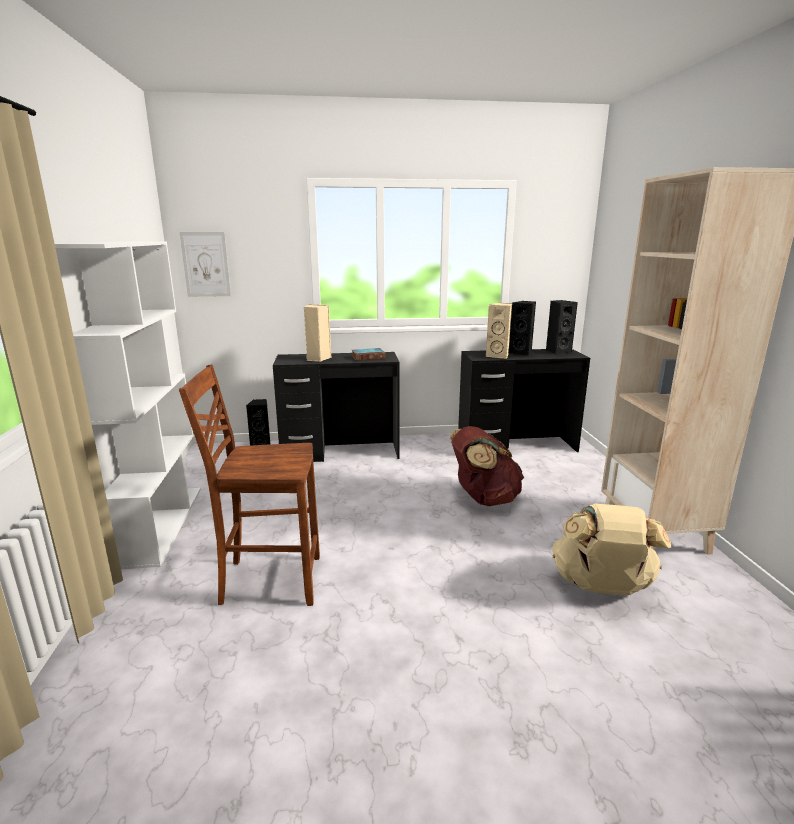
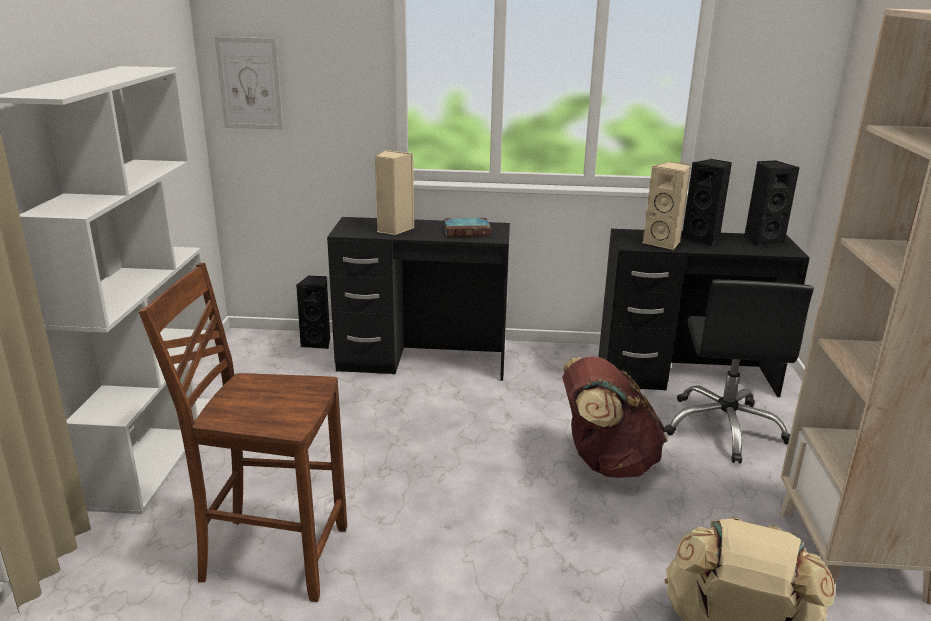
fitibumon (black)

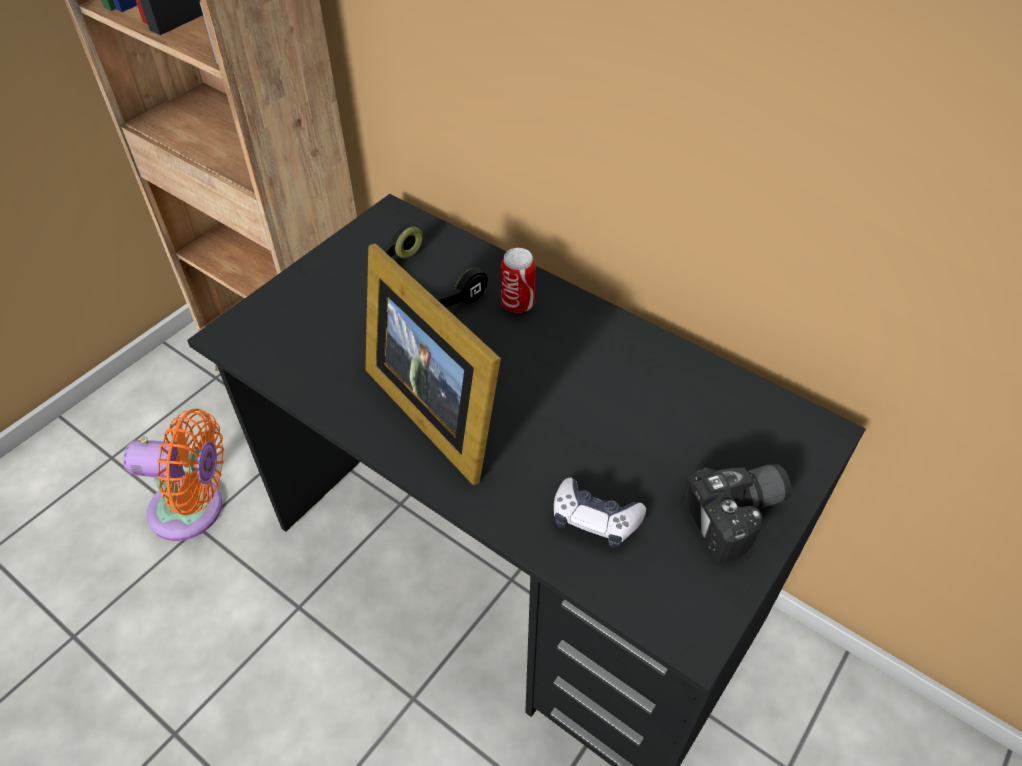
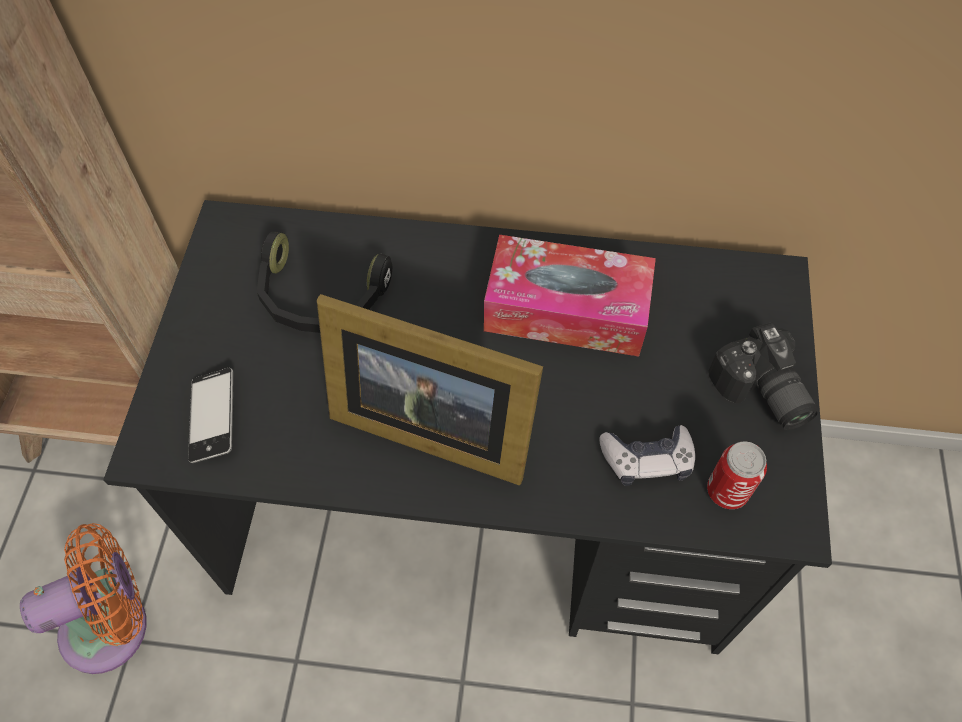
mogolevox
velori
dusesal
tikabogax

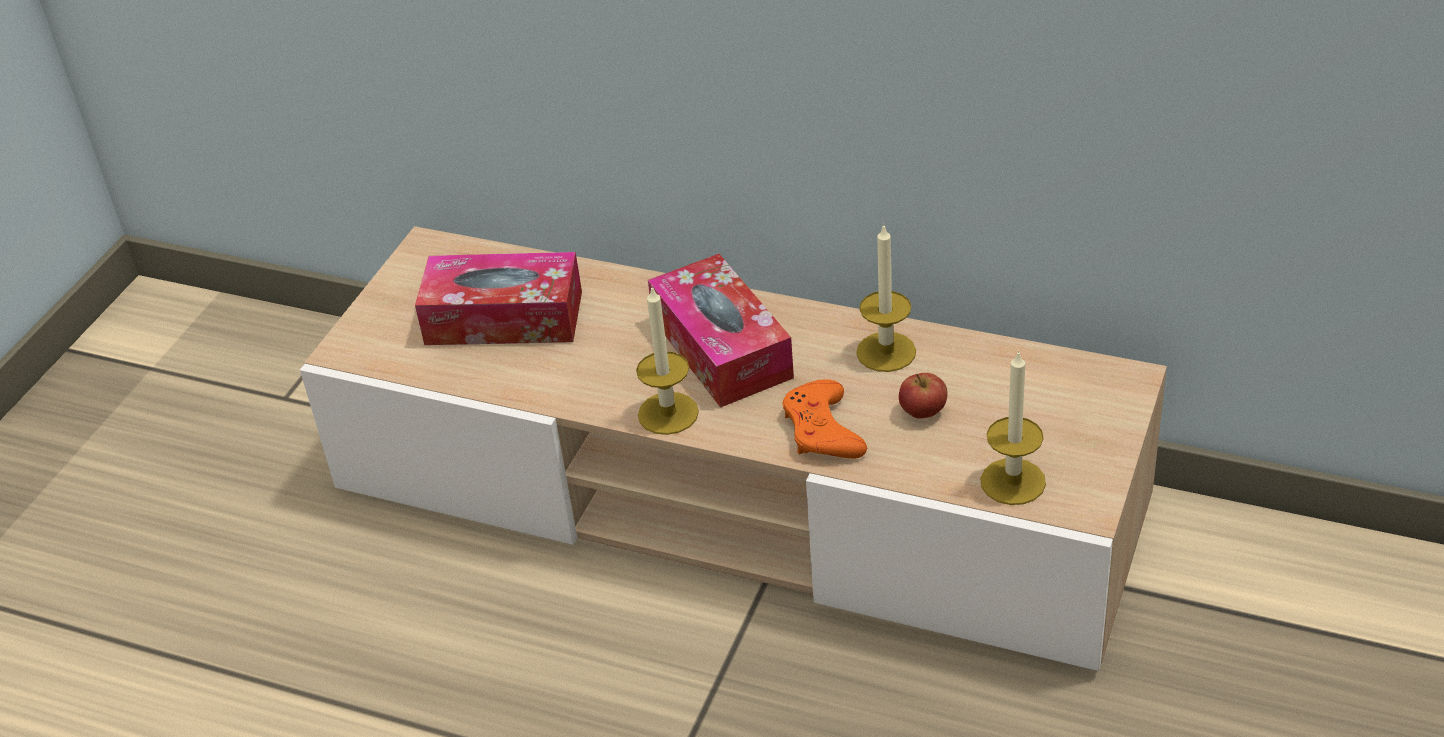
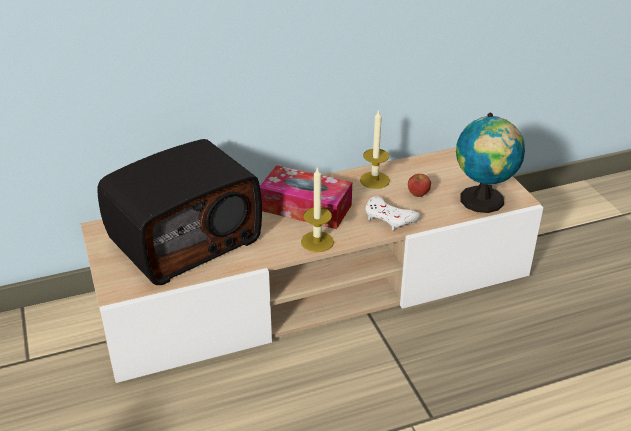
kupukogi
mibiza
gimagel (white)

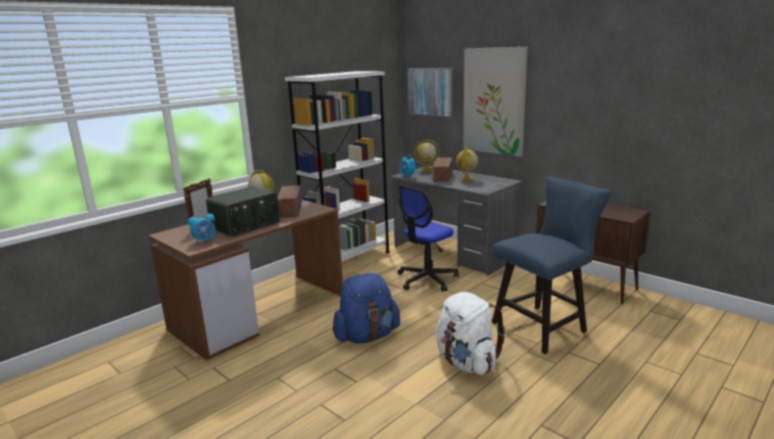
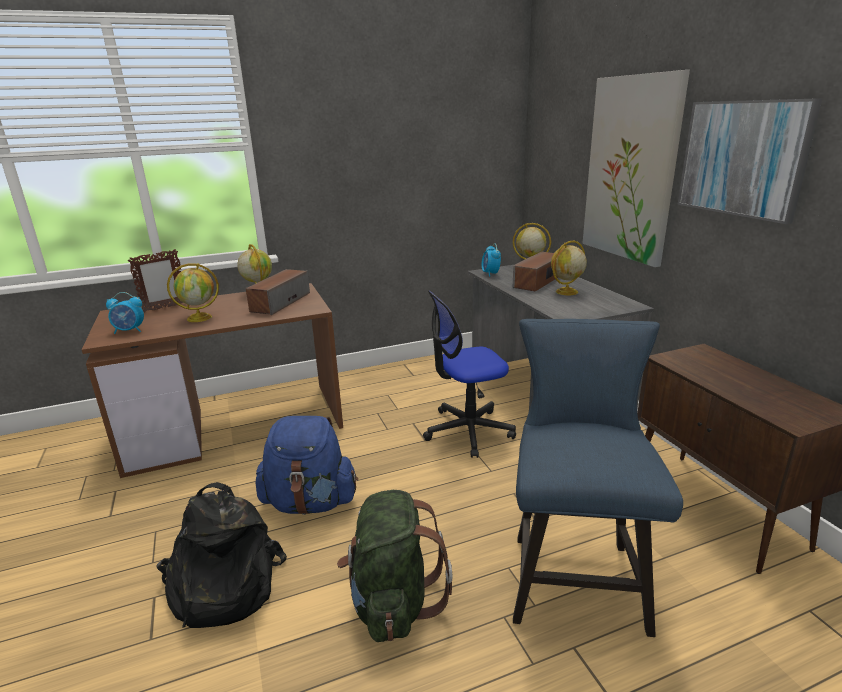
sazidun (2nd from left)
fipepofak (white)
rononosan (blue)
mibiza (1st from left)
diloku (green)
diloku (black)

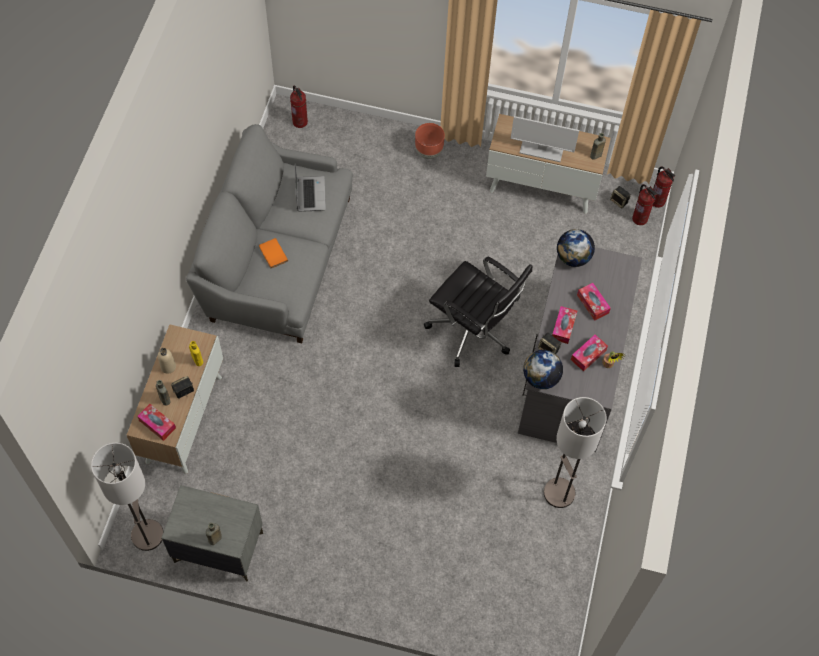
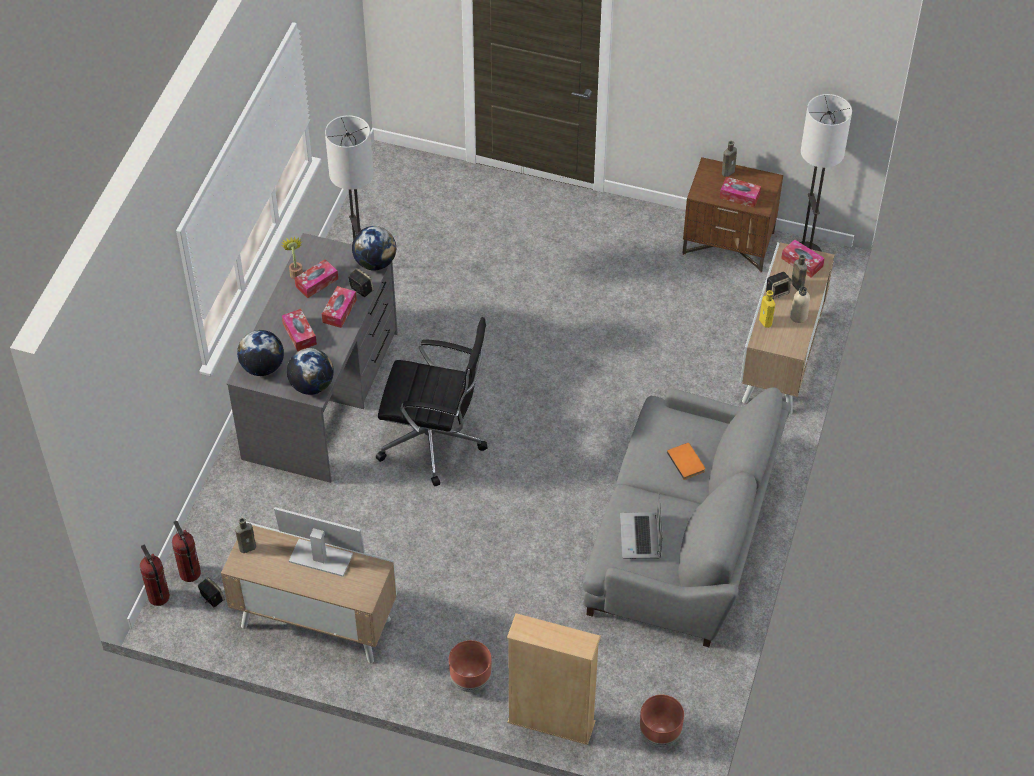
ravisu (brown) (2nd from left)
fitibumon (black)
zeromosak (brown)
dusesal (4th from left)
mibiza (1st from left)
fipepofak (beige)

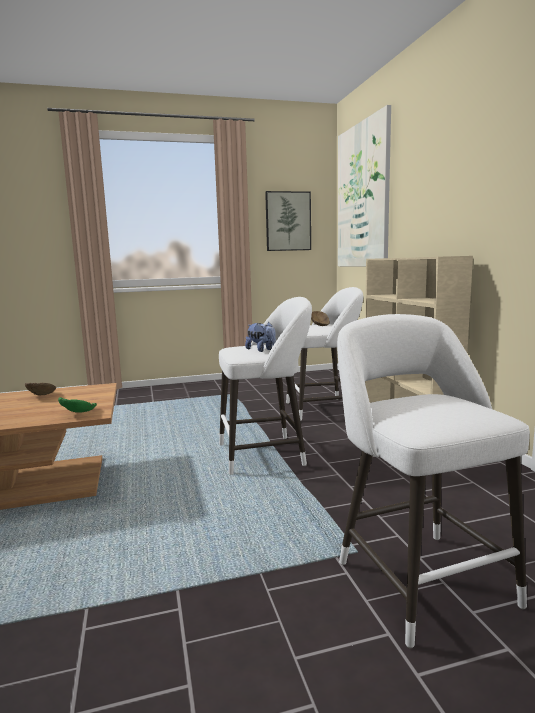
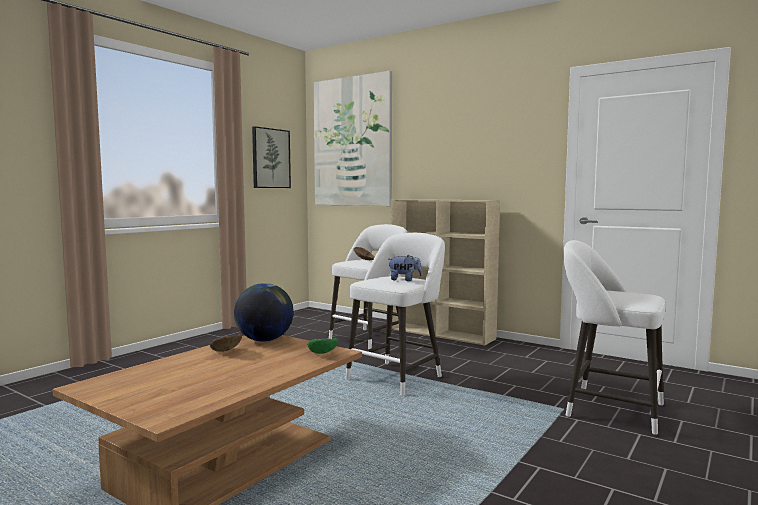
mibiza

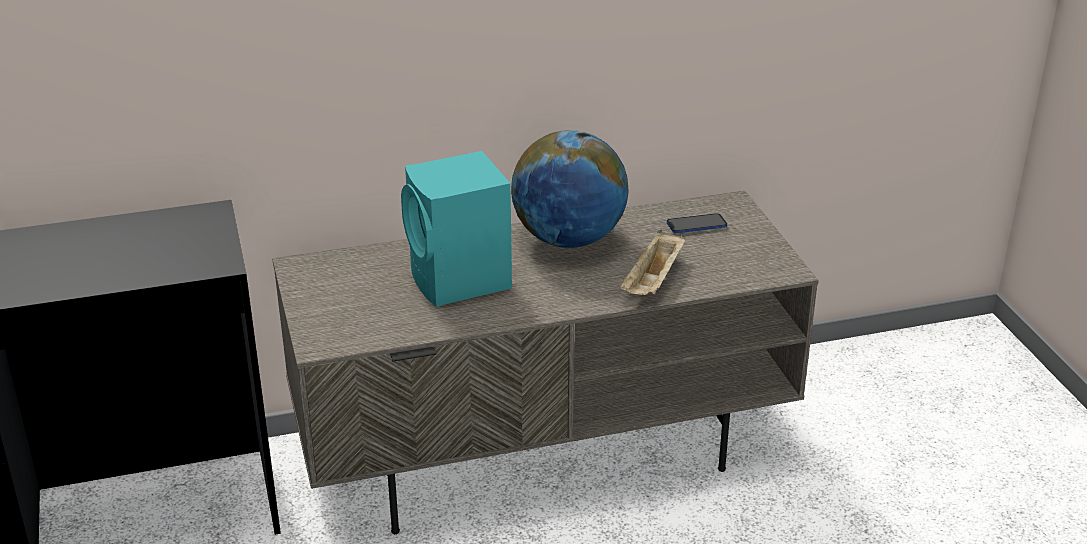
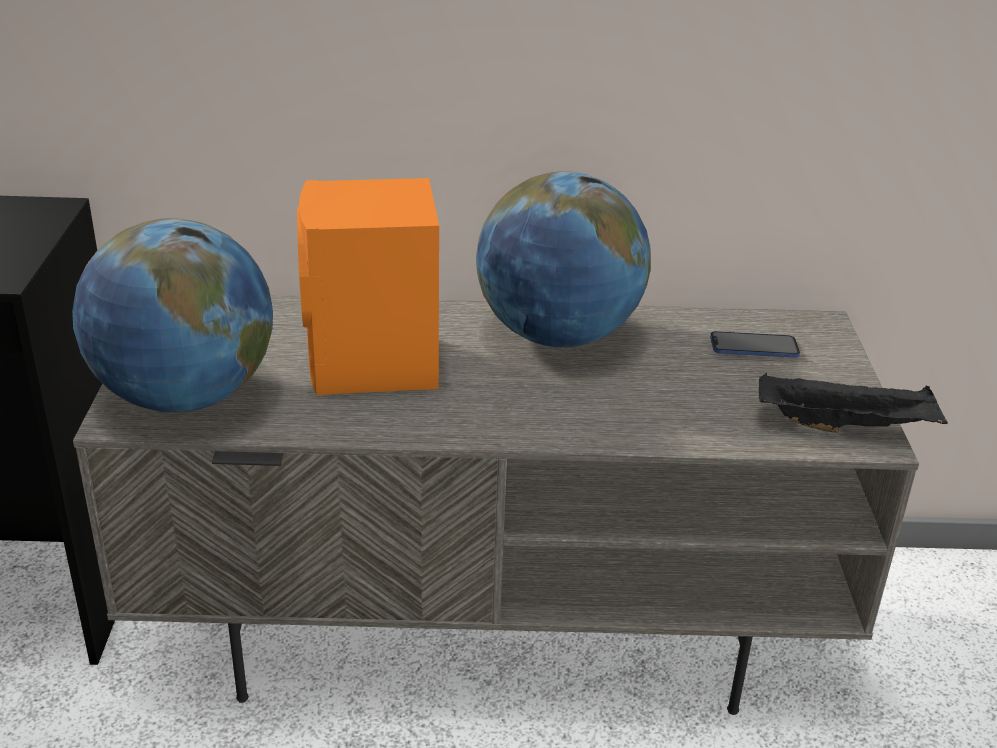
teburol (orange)
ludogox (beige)
mibiza (1st from left)
ludogox (black)

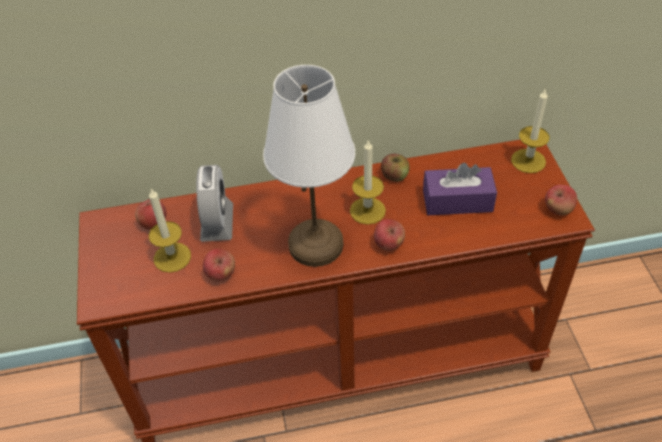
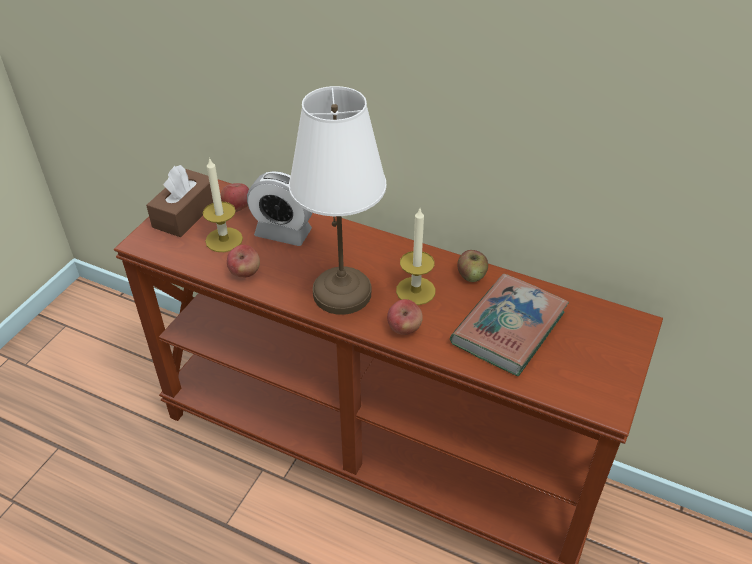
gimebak (3rd from left in the first image)
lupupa
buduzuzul
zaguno (5th from left in the first image)
dusesal (brown)

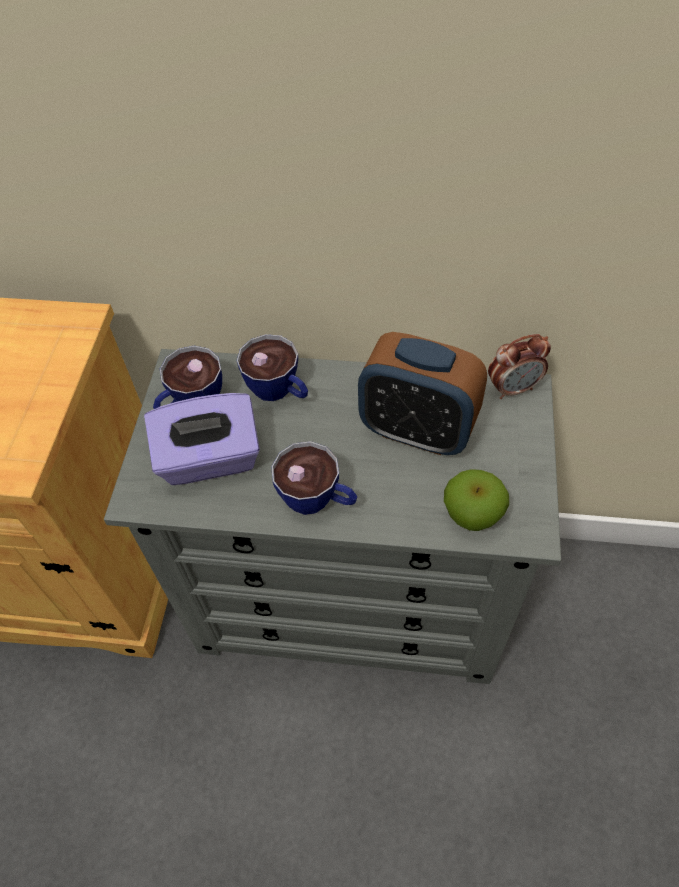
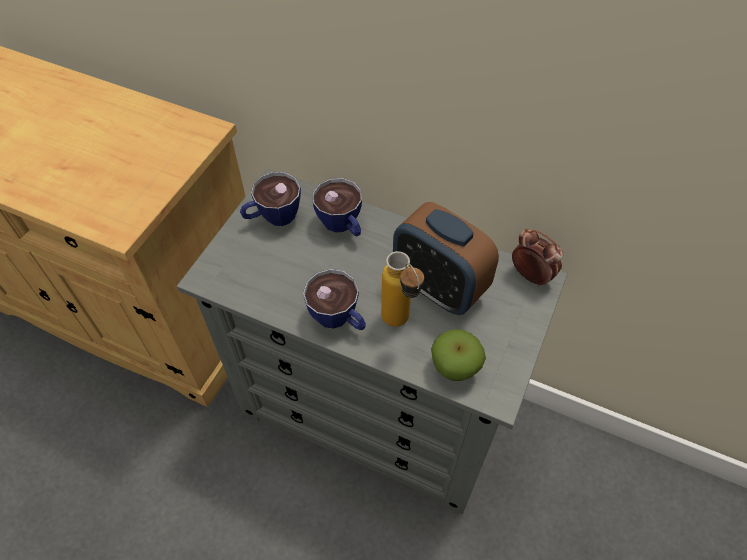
buduzuzul (2nd from left)
dusesal (purple)
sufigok

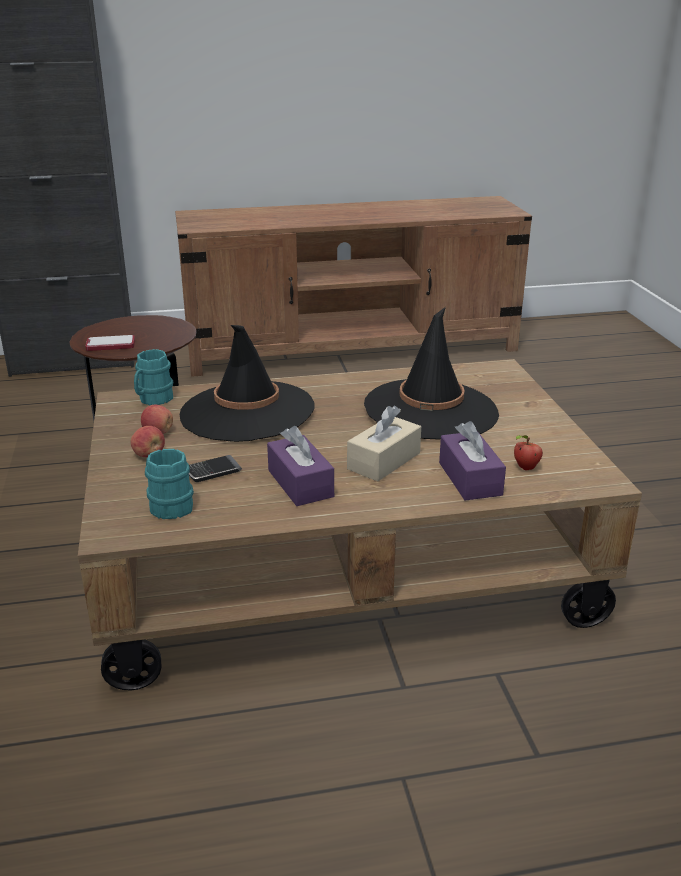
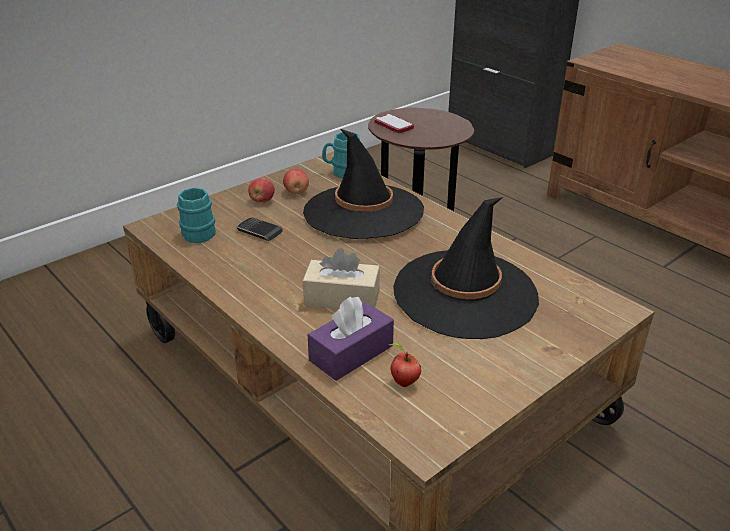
dusesal (purple) (1st from left in the first image)

